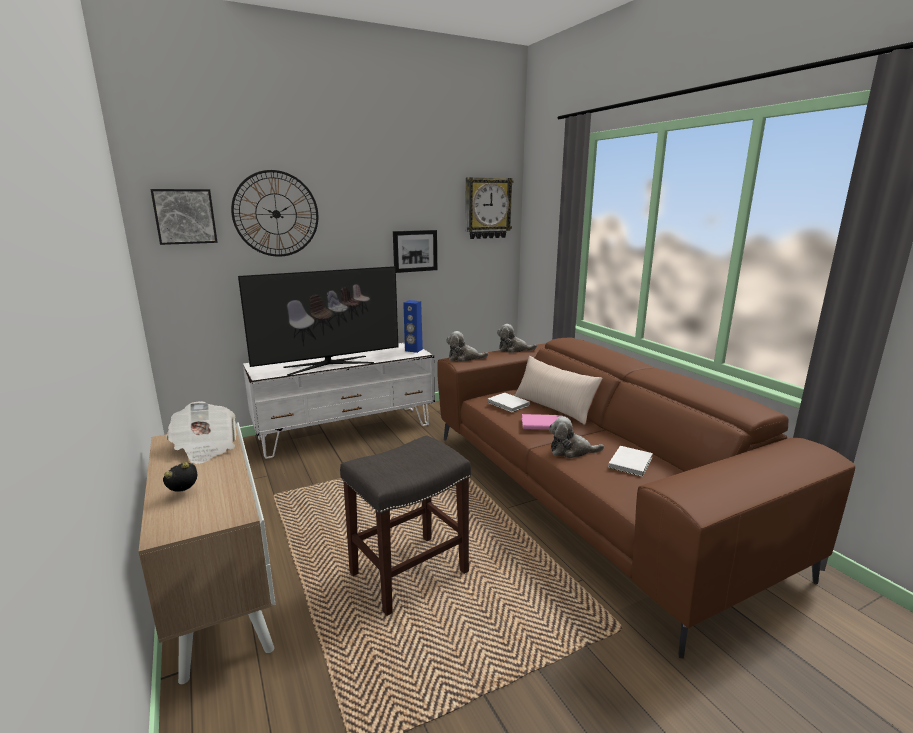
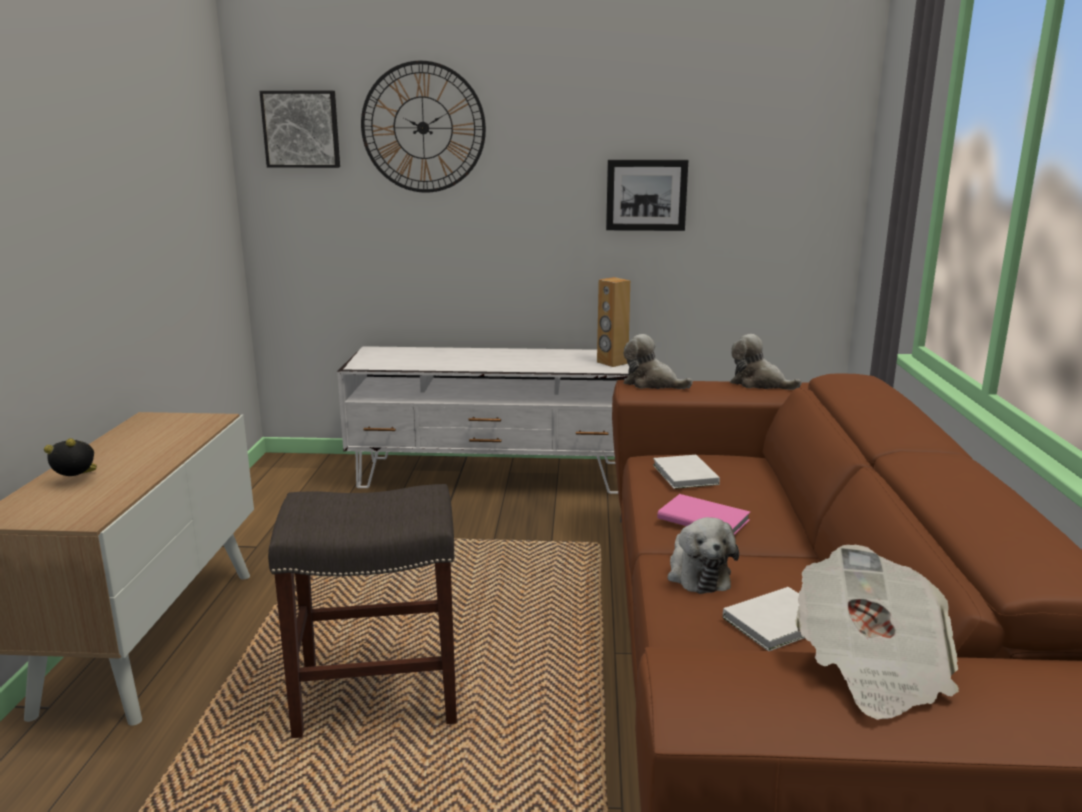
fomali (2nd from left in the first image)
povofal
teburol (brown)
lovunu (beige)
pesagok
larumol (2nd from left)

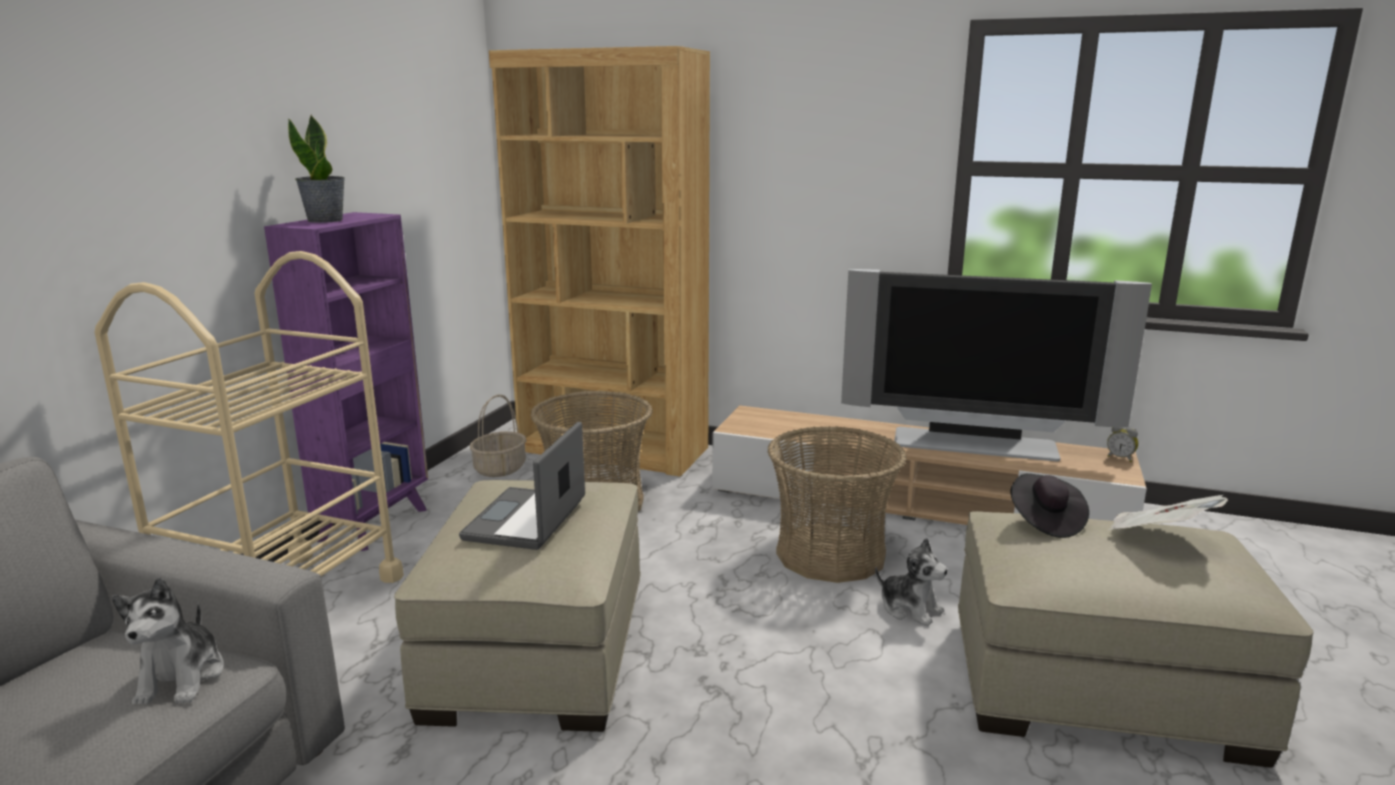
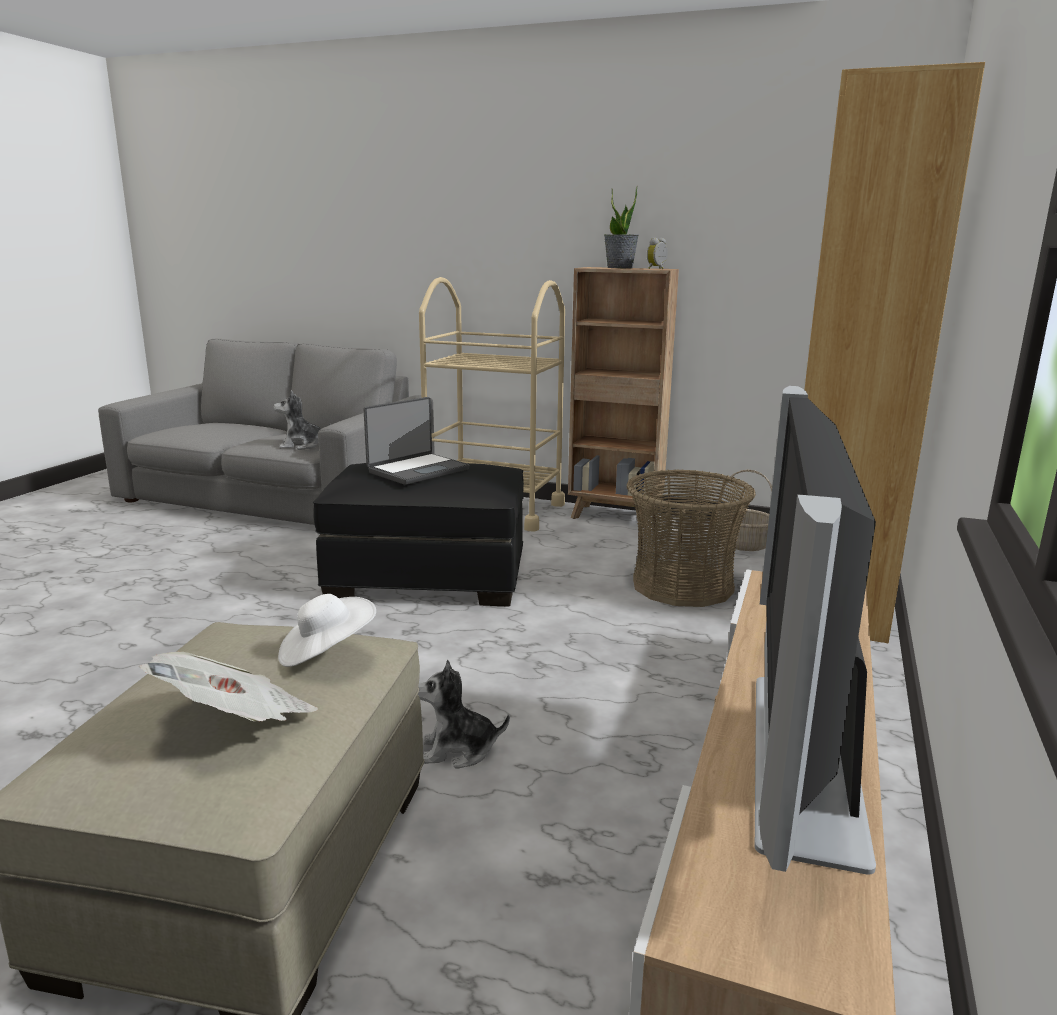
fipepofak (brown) (1st from left)
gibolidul
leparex (3rd from left in the first image)
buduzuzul
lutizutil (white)
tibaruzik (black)
larumol (2nd from left)

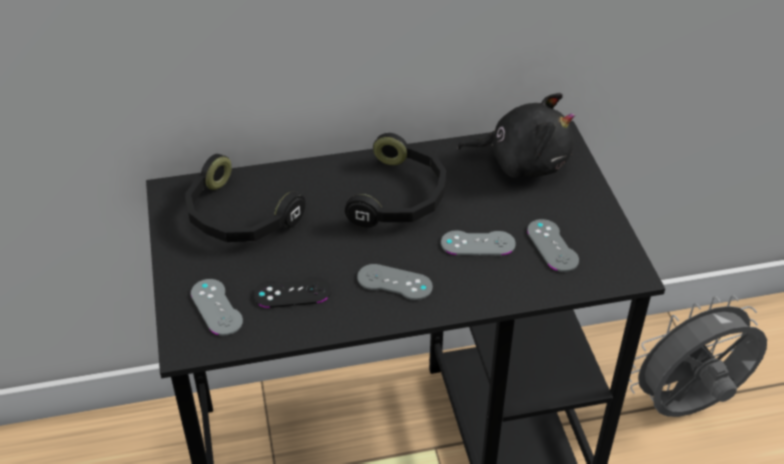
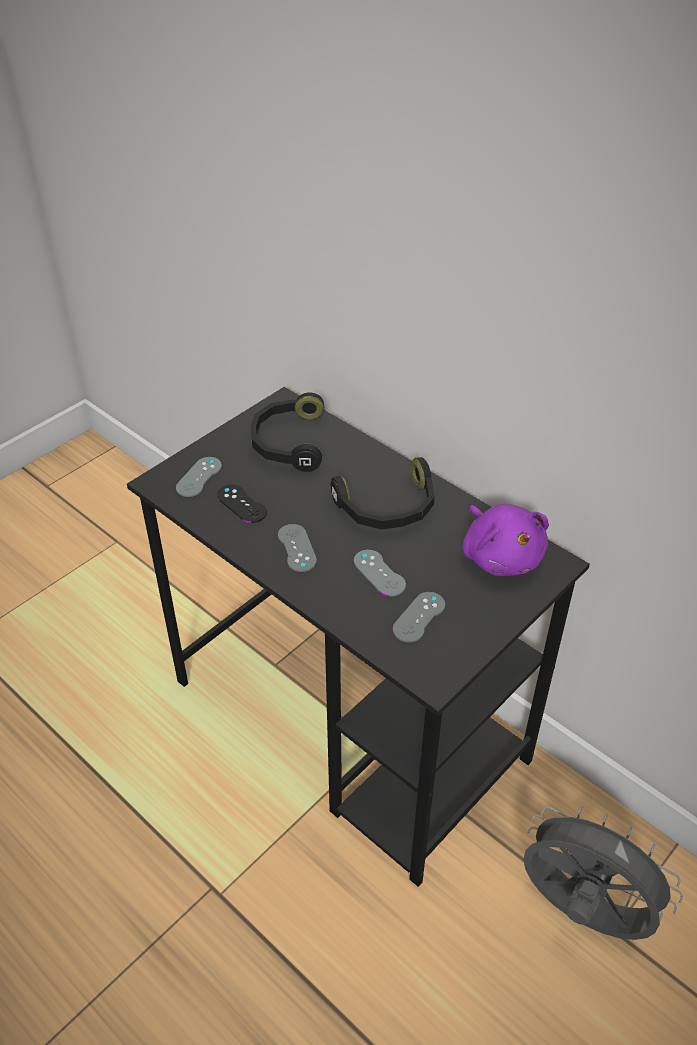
larumol (purple)

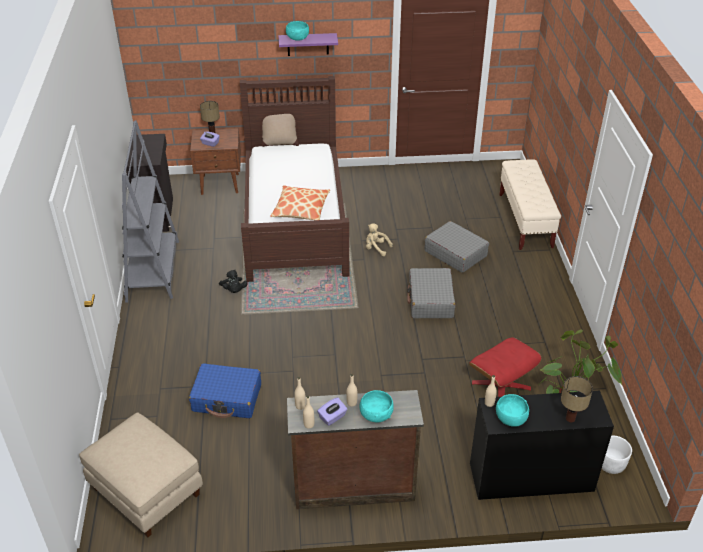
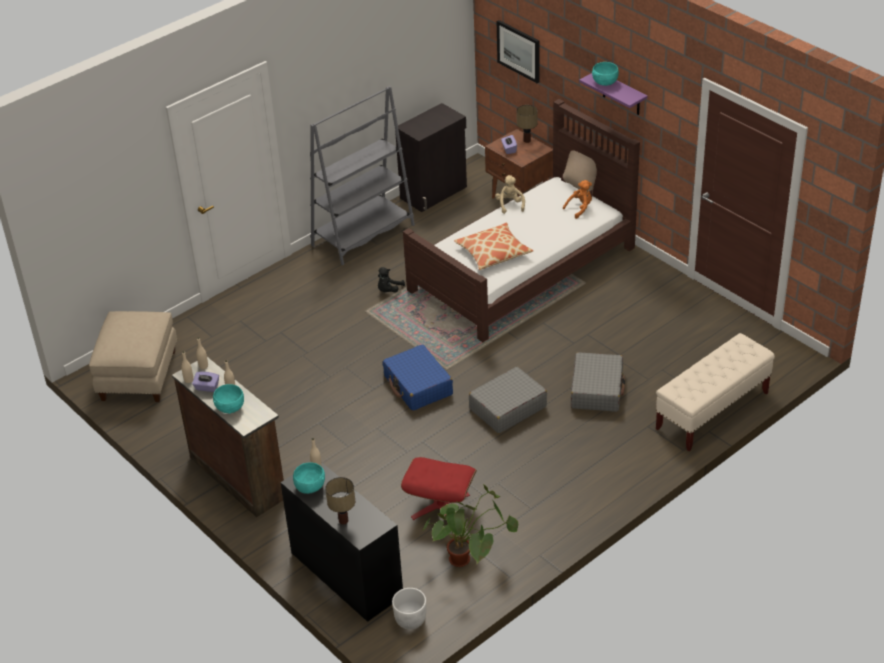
larumol (beige)
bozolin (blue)
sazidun
larumol (orange)

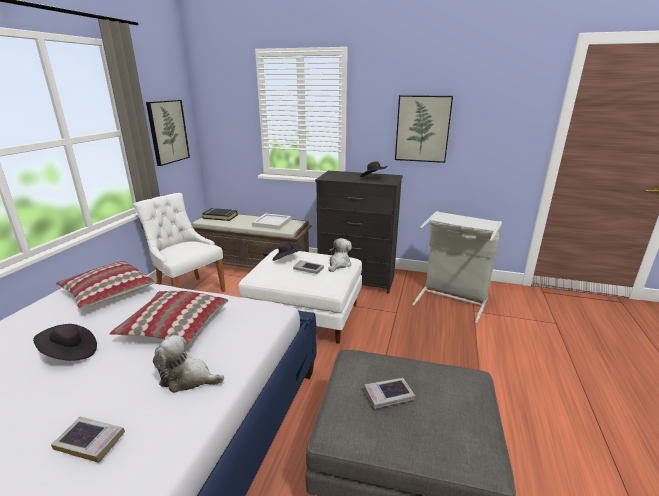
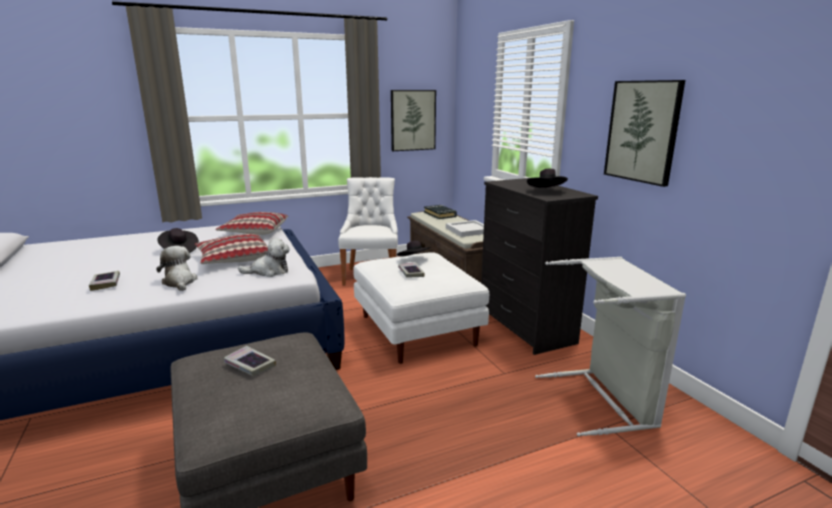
larumol (2nd from left)

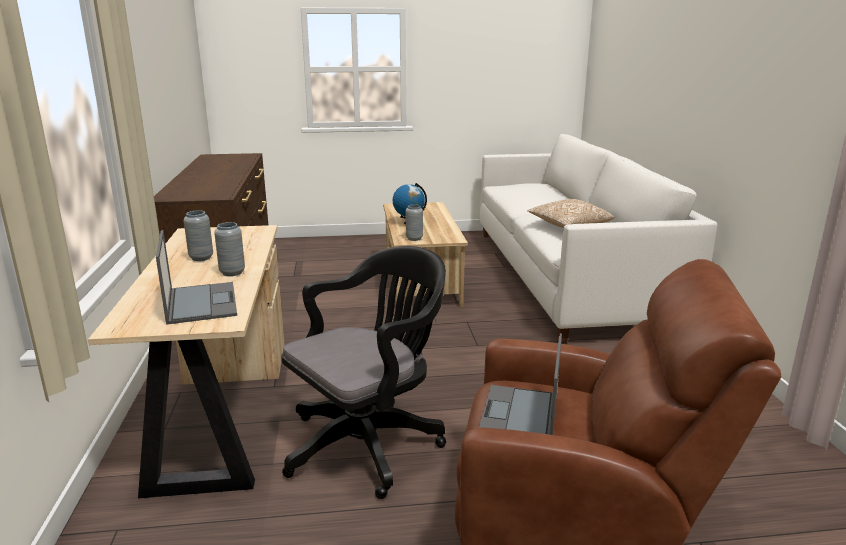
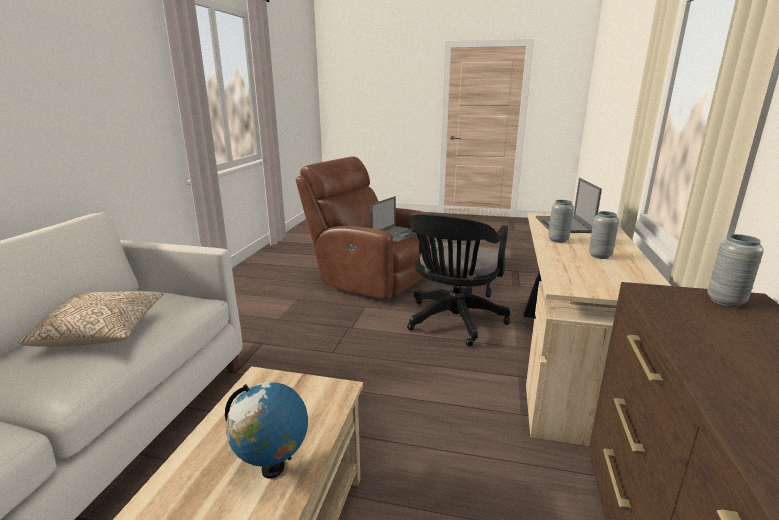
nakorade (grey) (3rd from left)
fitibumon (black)

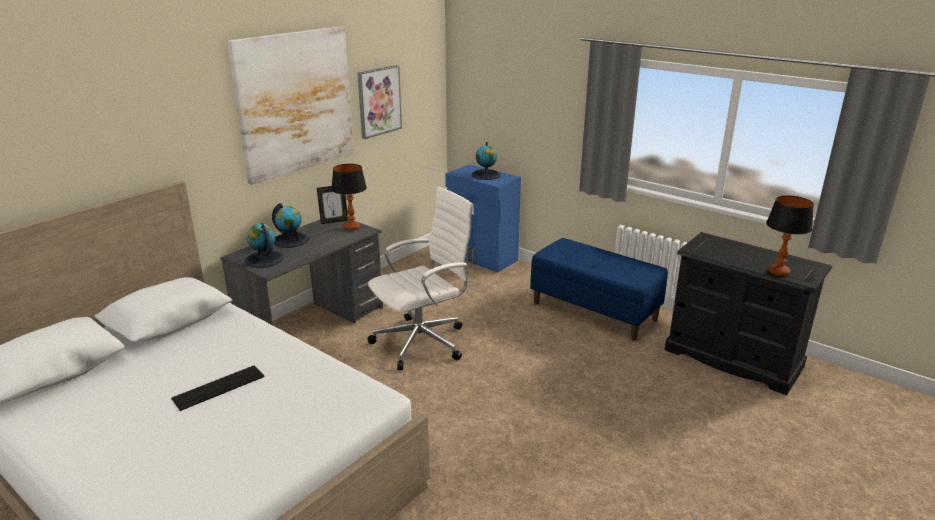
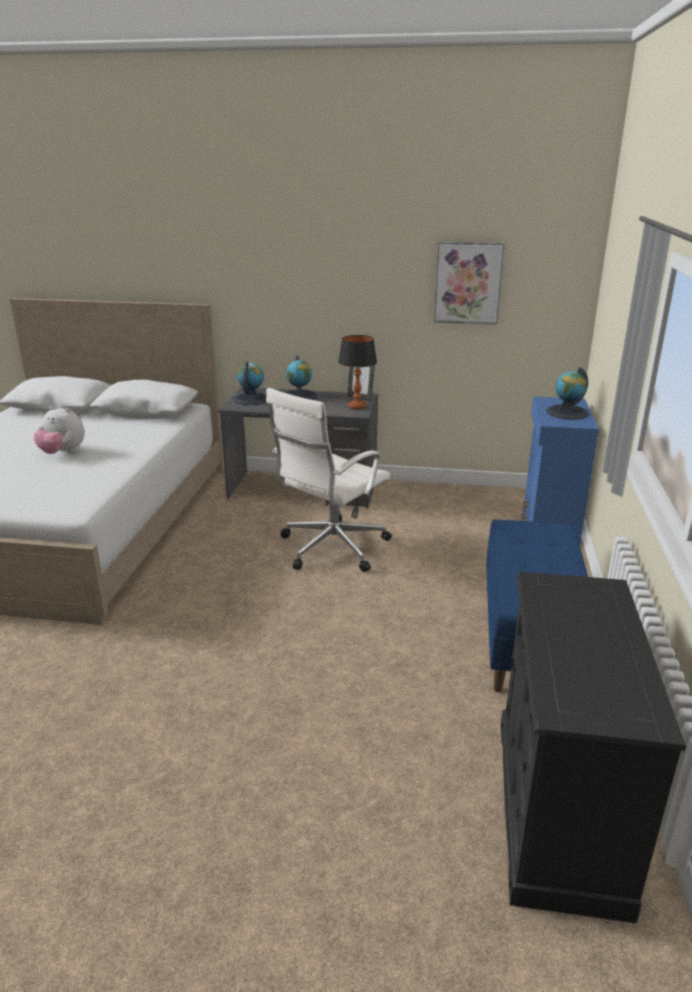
sazidun (1st from left in the first image)
fitibumon (white)
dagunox (2nd from left in the first image)
larumol

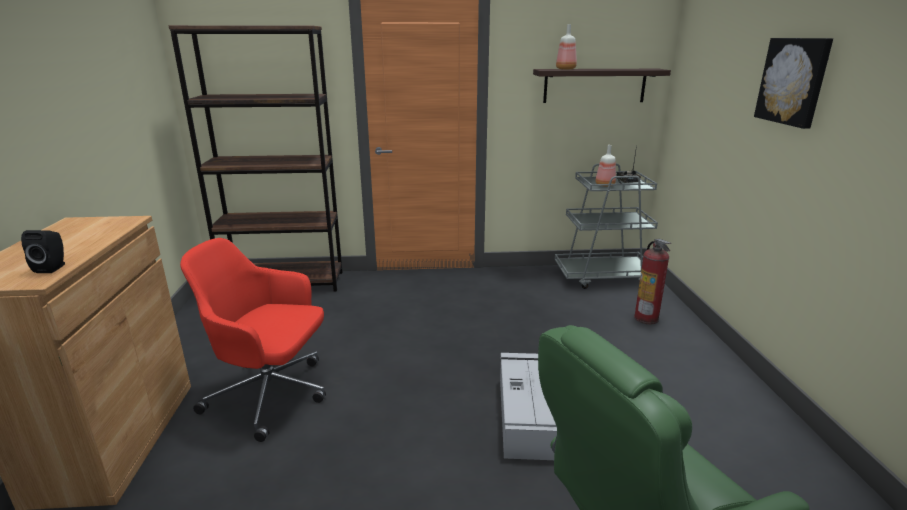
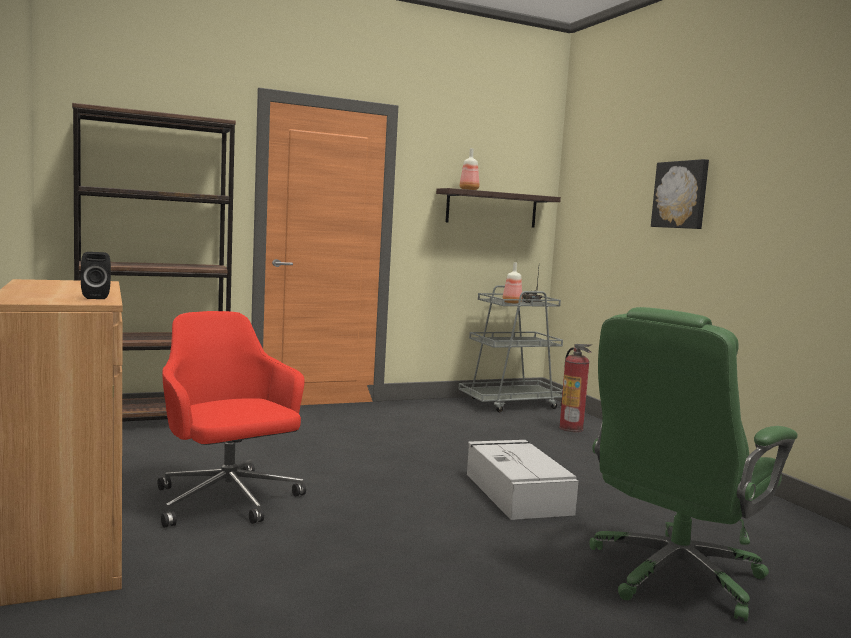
fitibumon (red)

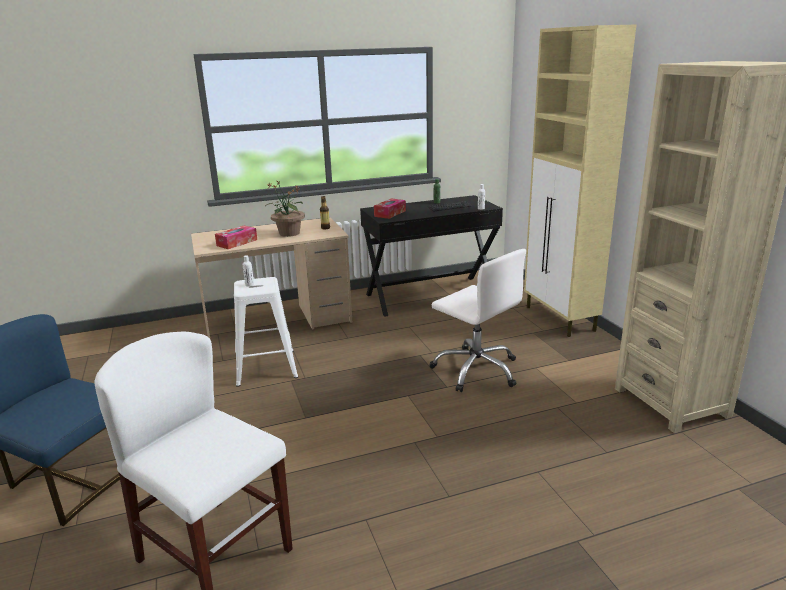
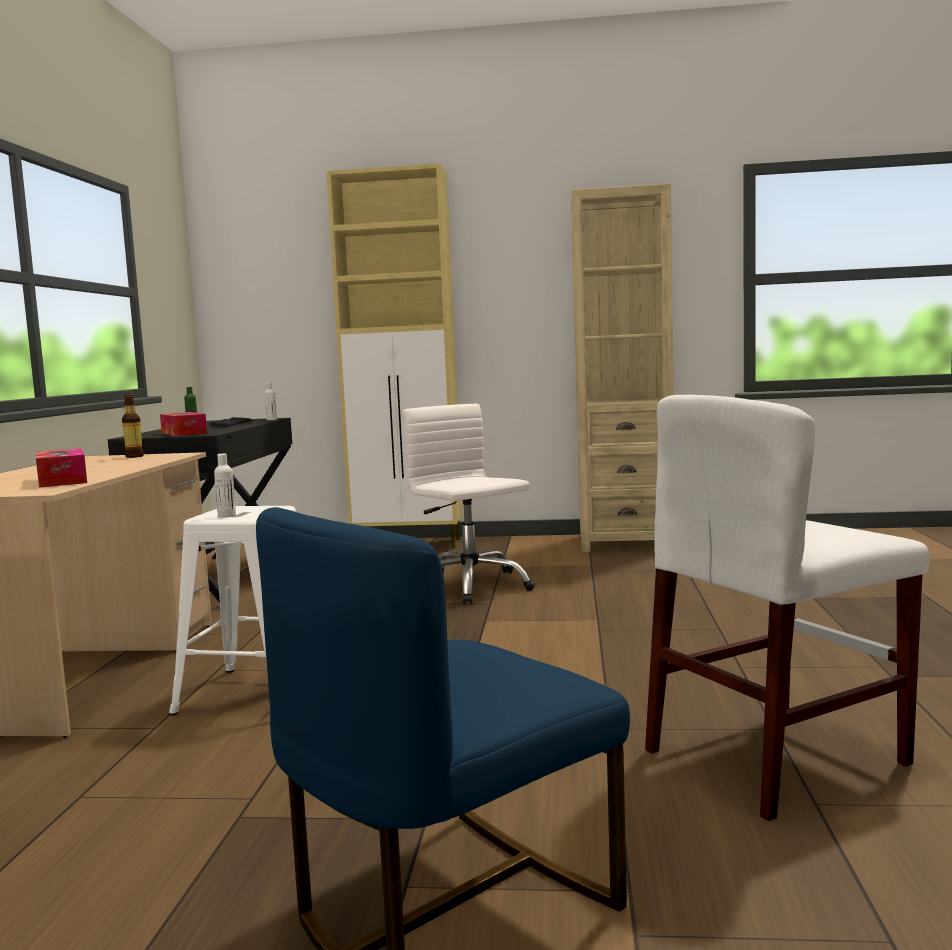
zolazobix
fitibumon (white)

